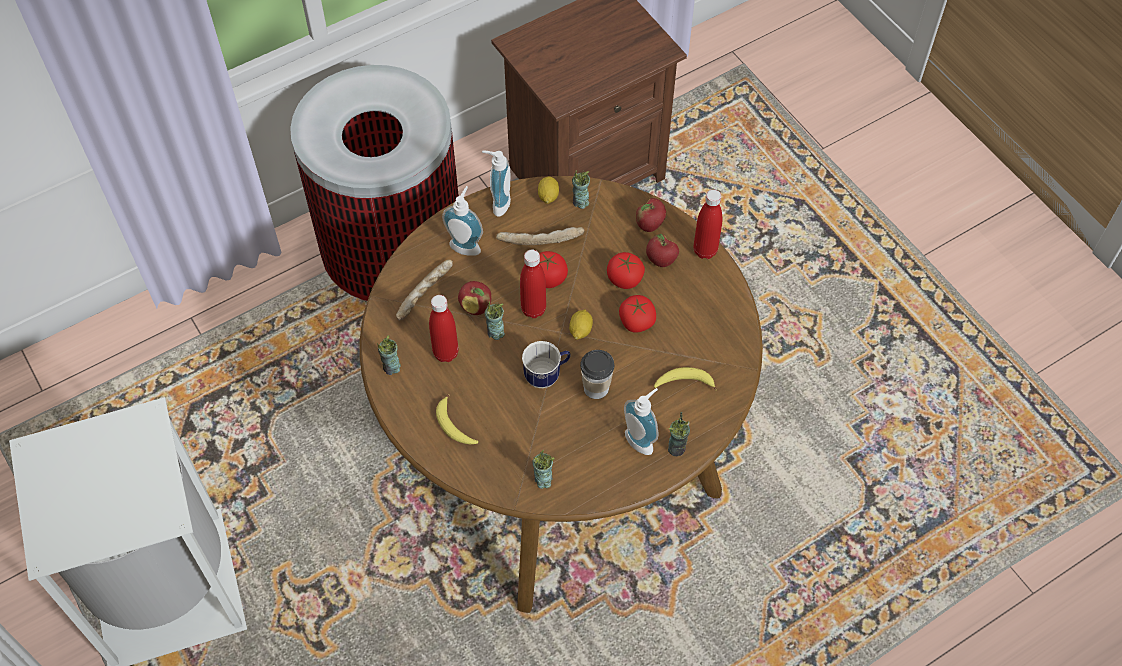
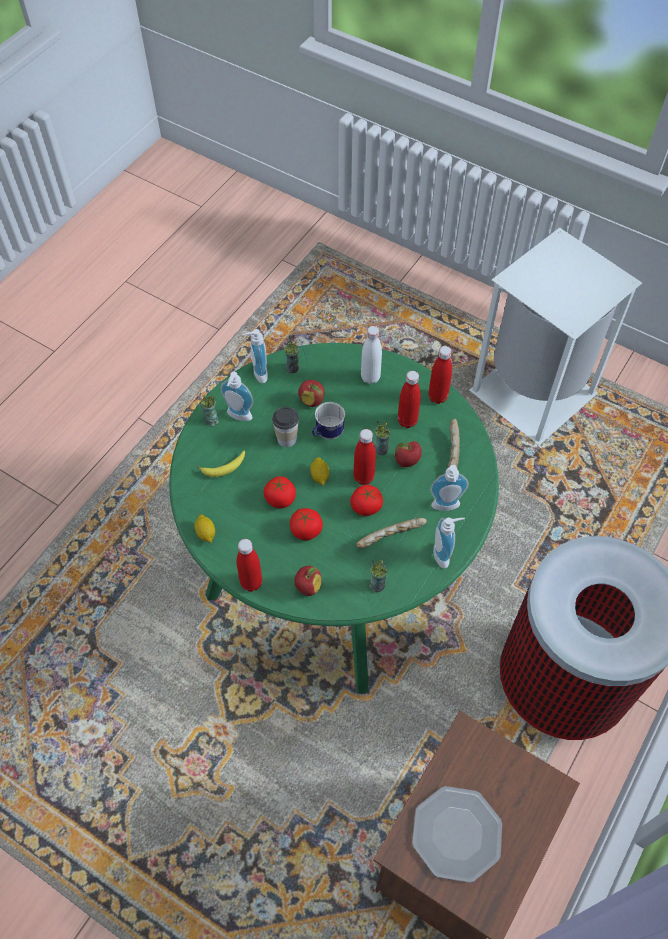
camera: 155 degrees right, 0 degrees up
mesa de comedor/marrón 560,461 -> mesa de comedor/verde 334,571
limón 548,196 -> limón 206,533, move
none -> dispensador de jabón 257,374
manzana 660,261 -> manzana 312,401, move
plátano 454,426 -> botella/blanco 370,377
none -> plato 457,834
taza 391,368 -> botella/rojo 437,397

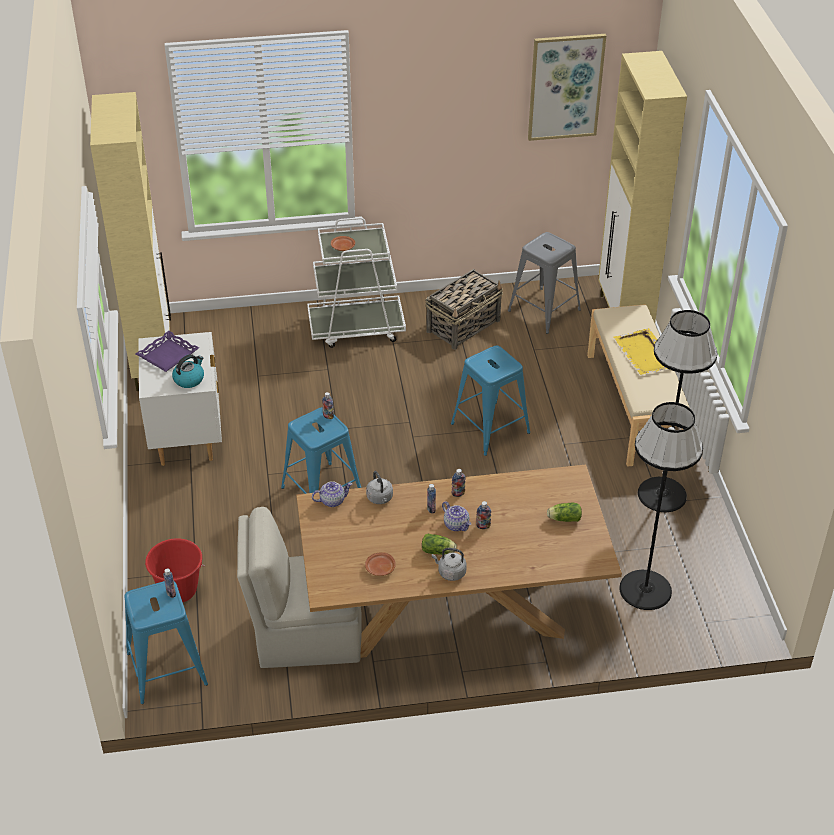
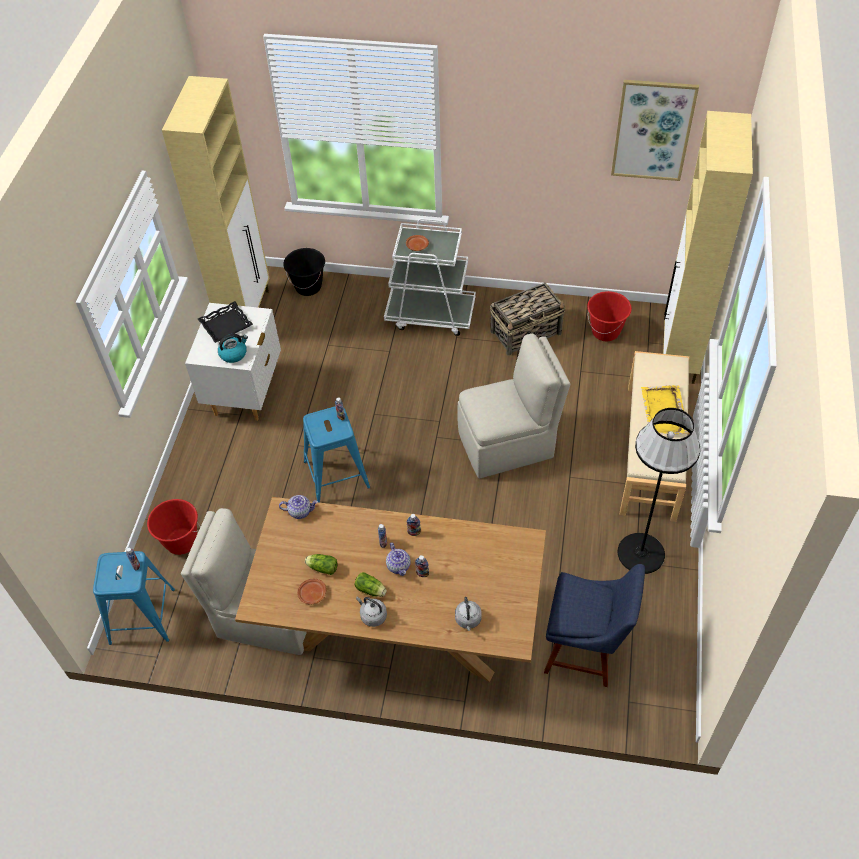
camera: 20 degrees right, 10 degrees up
bandeja/morado 168,355 -> bandeja/negro 226,325
none -> cubo/negro 308,287
lechuga 563,518 -> lechuga 321,567, move
hervidor/gris 380,498 -> hervidor/gris 468,620, move
taburete/azul 490,428 -> silla/beis 508,444
lámpara de pie/negro 645,590 -> silla/azul 585,651
taburete/gris 543,310 -> cubo/rojo 605,332

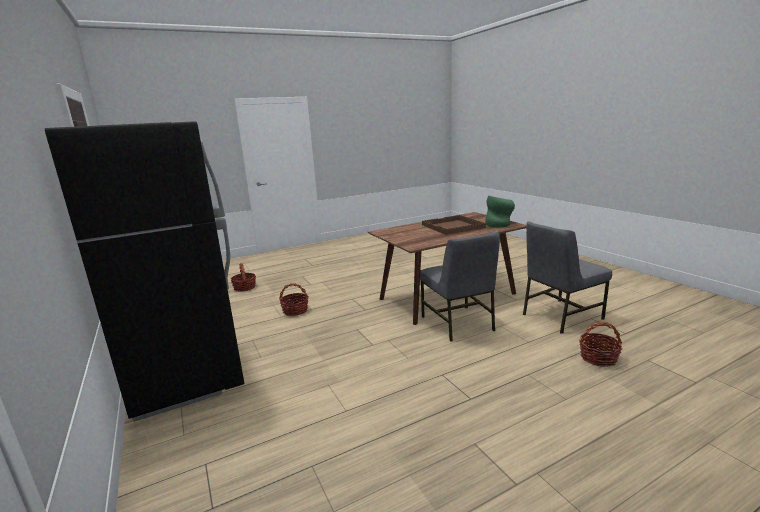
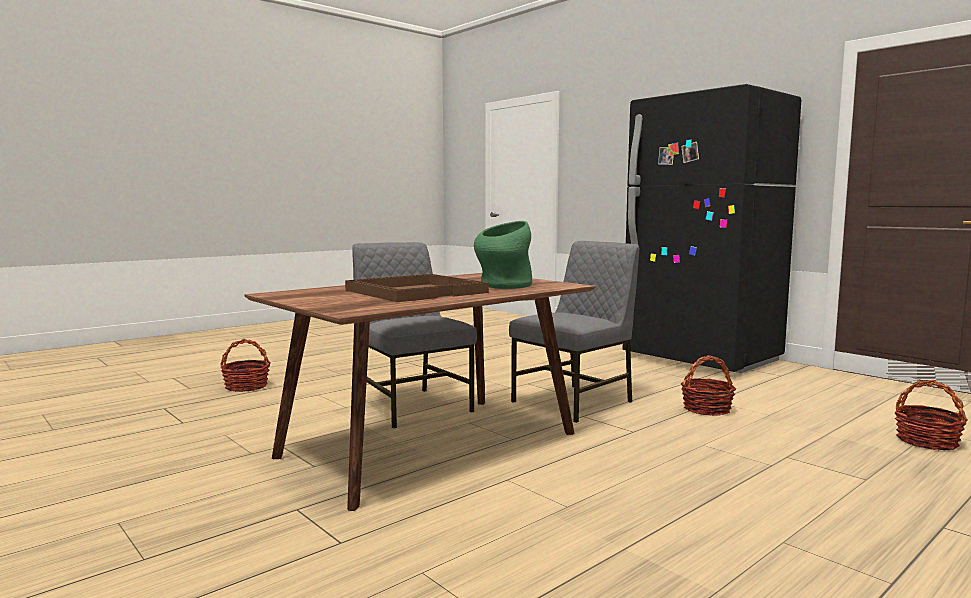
camera: 165 degrees right, 10 degrees down
florero/verde 499,224 -> florero/verde 502,286, move
silla/gris 560,316 -> silla/gris 575,402, move

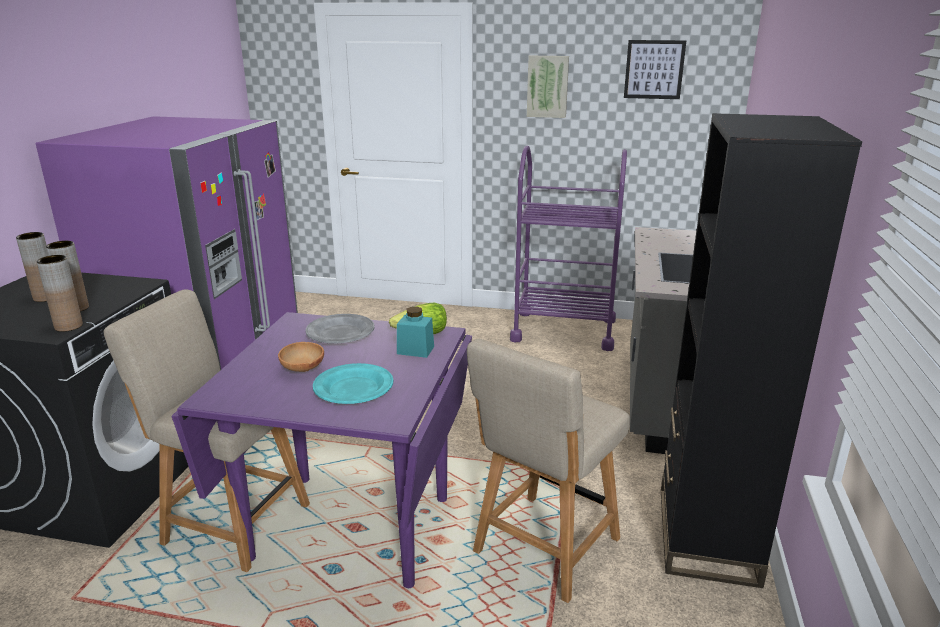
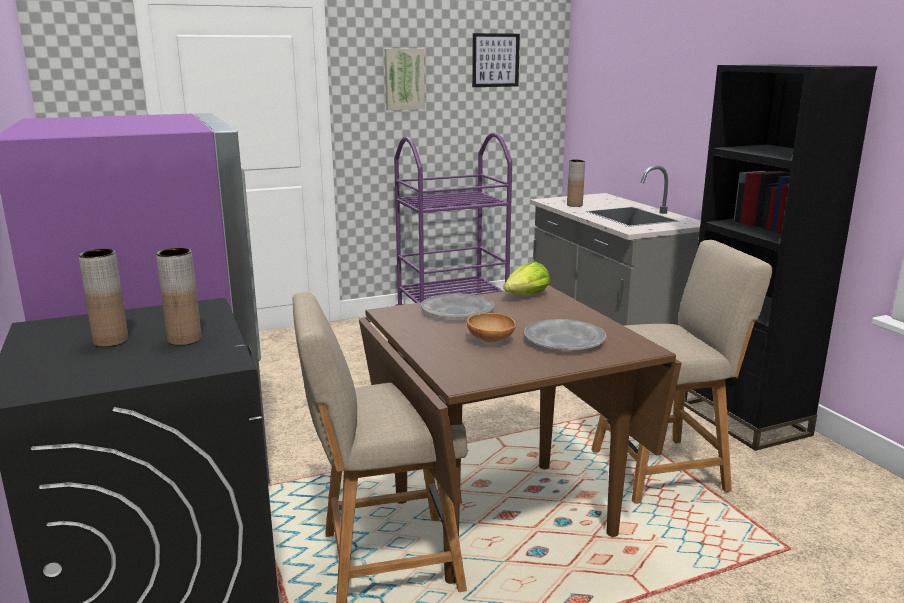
camera: 35 degrees left, 5 degrees down
mesa de comedor/morado 351,529 -> mesa de comedor/marrón 504,519
plato/turquesa 353,388 -> plato/gris 565,340
florero/marrón 68,326 -> florero/marrón 574,205, move
silla/beis 543,549 -> silla/beis 664,469, 105 degrees counterclockwise
tarro/turquesa 415,350 -> none

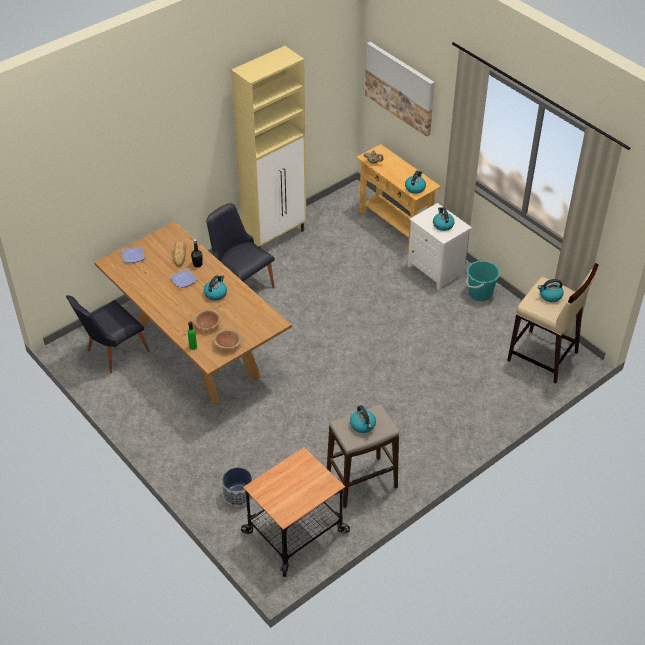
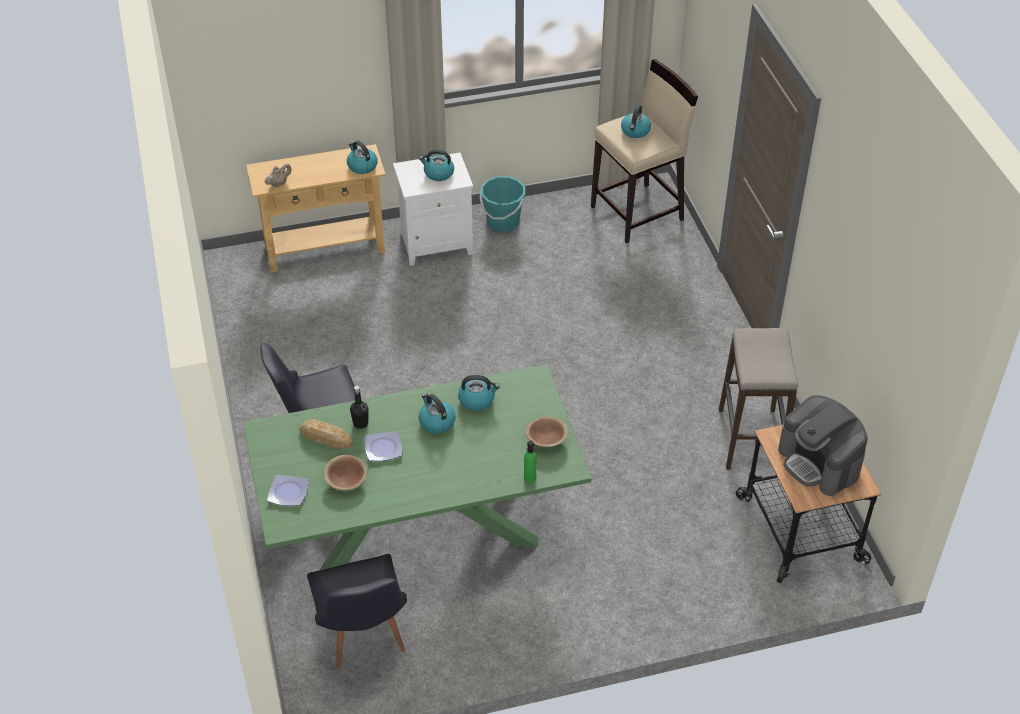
camera: 65 degrees left, 0 degrees up
mesa de comedor/marrón 197,348 -> mesa de comedor/verde 420,530
cuenco/marrón 207,324 -> cuenco/marrón 346,480, move
hervidor 363,425 -> hervidor 477,400, move
none -> cafetera 819,462
maceta 238,495 -> none
armario/beis 275,236 -> none
cuadro 400,88 -> none

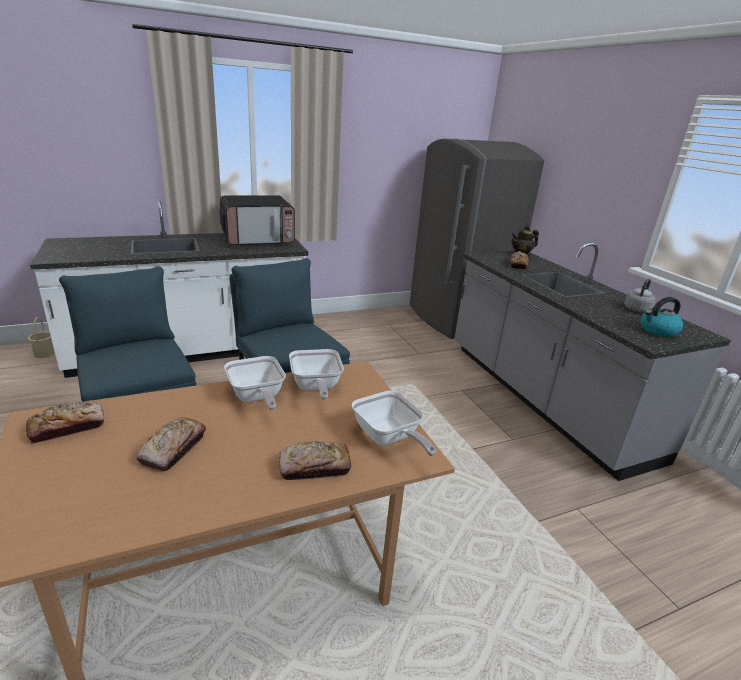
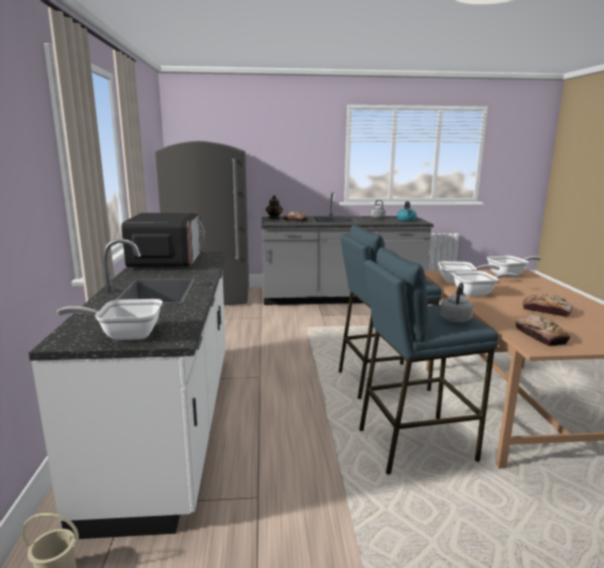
camera: 70 degrees left, 10 degrees down
none -> sartén 125,335
none -> hervidor/gris 456,319
pan 314,467 -> none

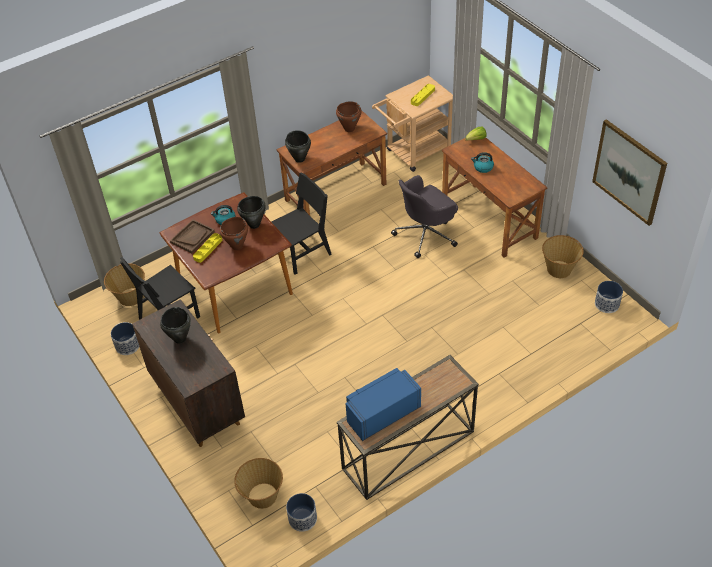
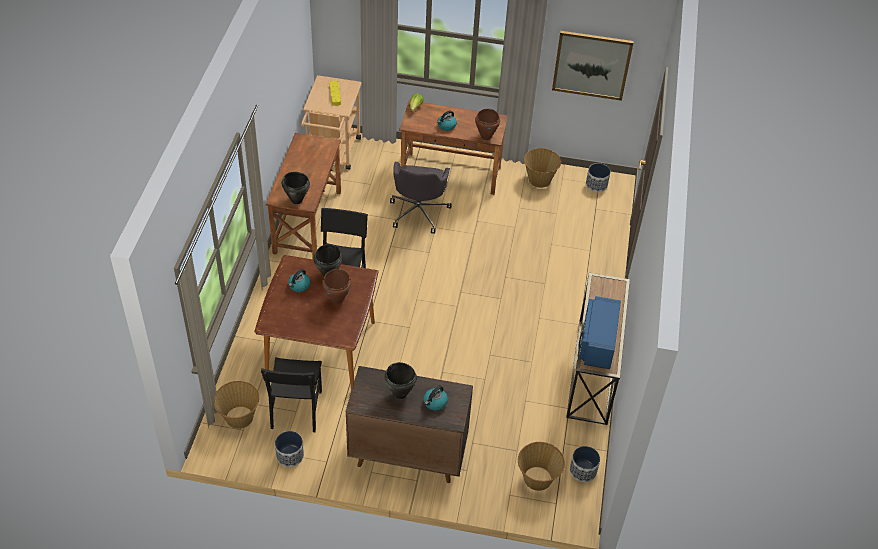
camera: 50 degrees left, 0 degrees up
none -> hervidor 435,403
olla/marrón 349,129 -> olla/marrón 485,137, move
bandeja/marrón 192,237 -> none
bandeja/amarillo 208,249 -> none

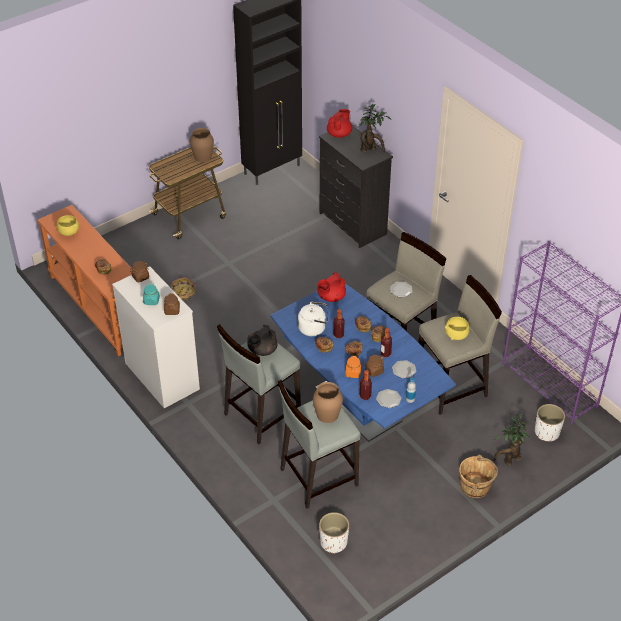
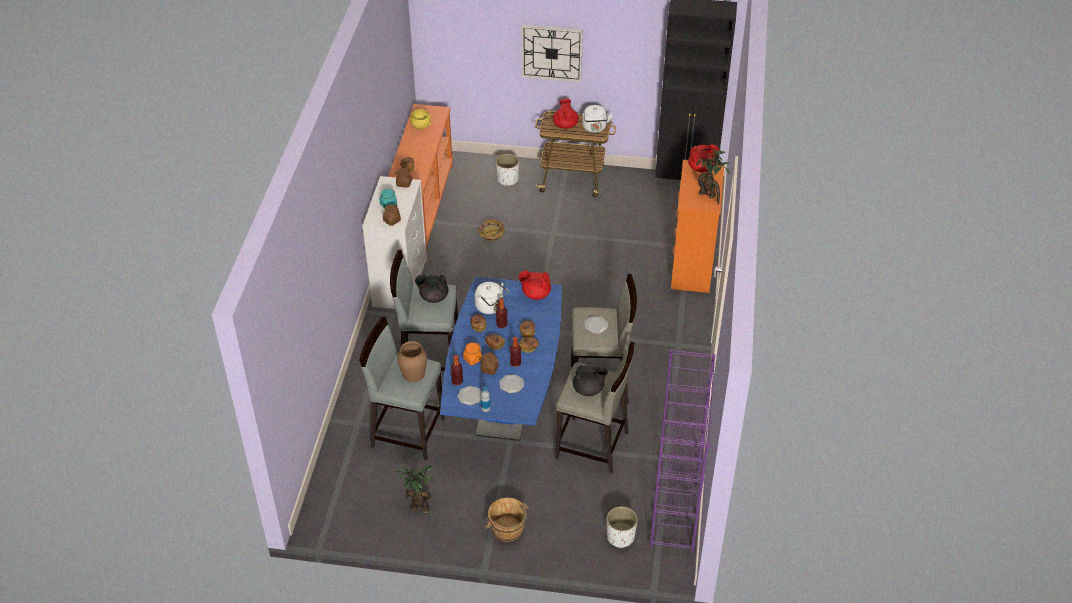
camera: 45 degrees right, 0 degrees up
planta en maceta 509,460 -> planta en maceta 418,507, move
maceta/blanco 333,542 -> maceta/blanco 508,179, move
none -> reloj de pared 551,53
none -> tetera/rojo 565,125
cuenco/amarillo 457,335 -> tetera/negro 589,389
florero/marrón 203,157 -> hervidor/blanco 595,128
cómoda/negro 352,224 -> cómoda/naranja 691,266

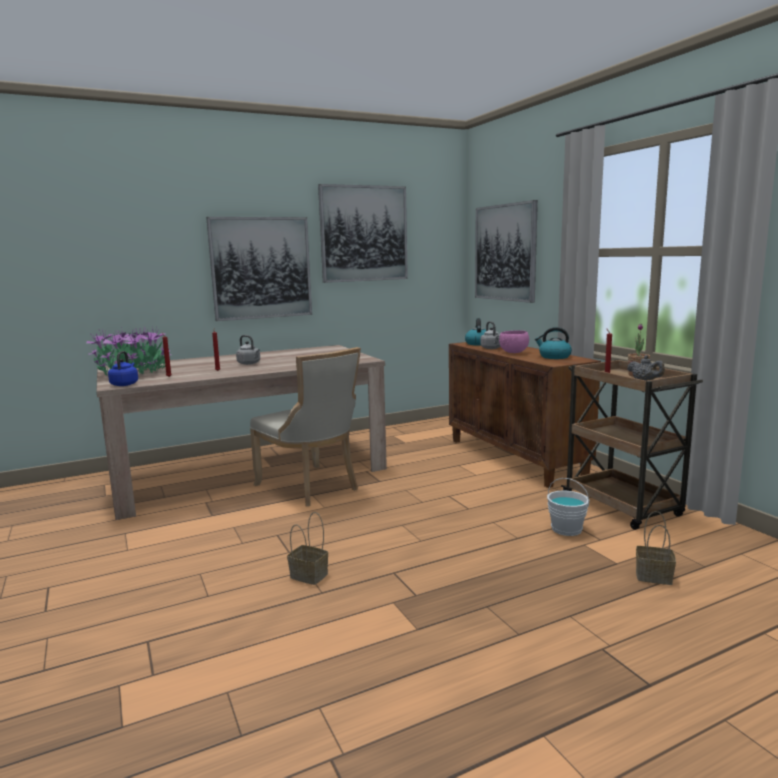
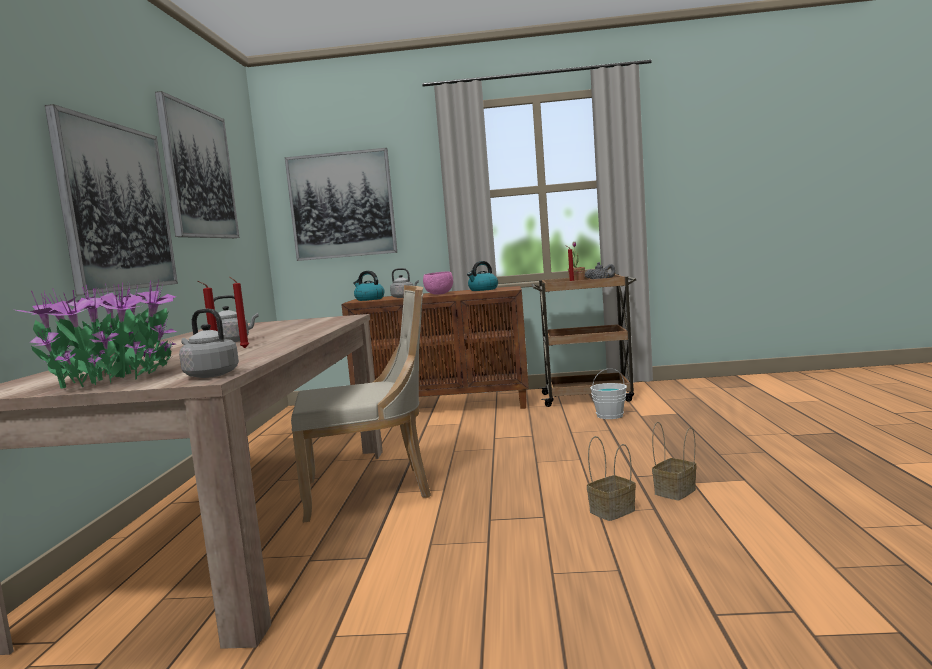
camera: 60 degrees left, 5 degrees down
hervidor/azul 125,384 -> hervidor/gris 209,375
cesta 652,576 -> cesta 675,492, move

